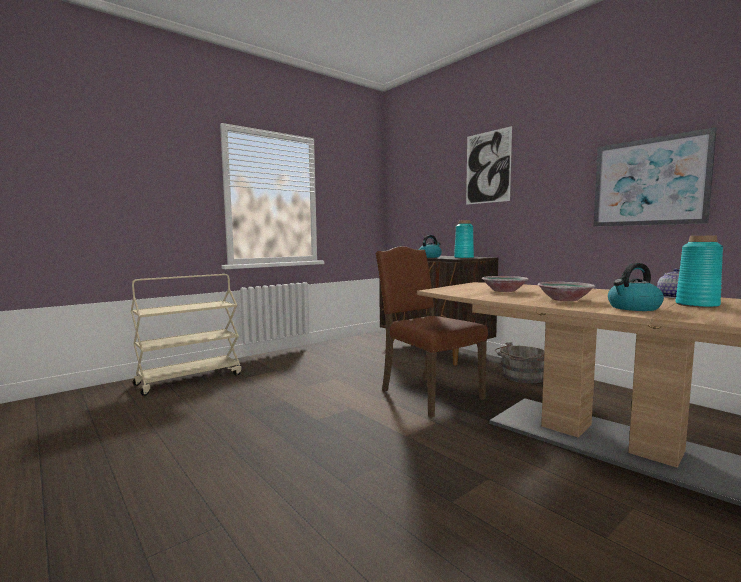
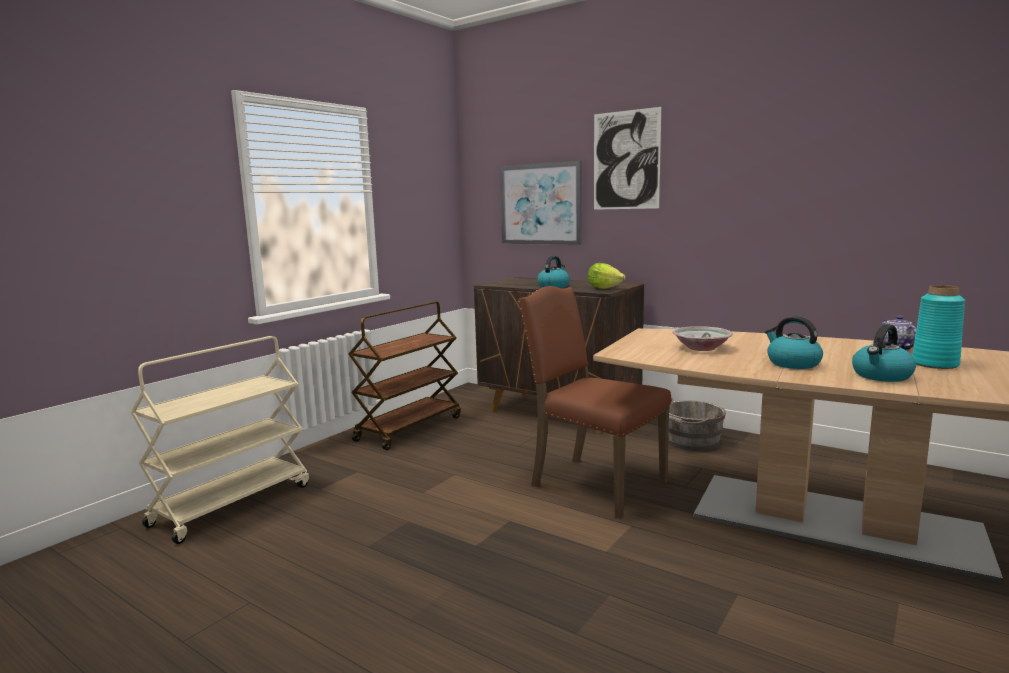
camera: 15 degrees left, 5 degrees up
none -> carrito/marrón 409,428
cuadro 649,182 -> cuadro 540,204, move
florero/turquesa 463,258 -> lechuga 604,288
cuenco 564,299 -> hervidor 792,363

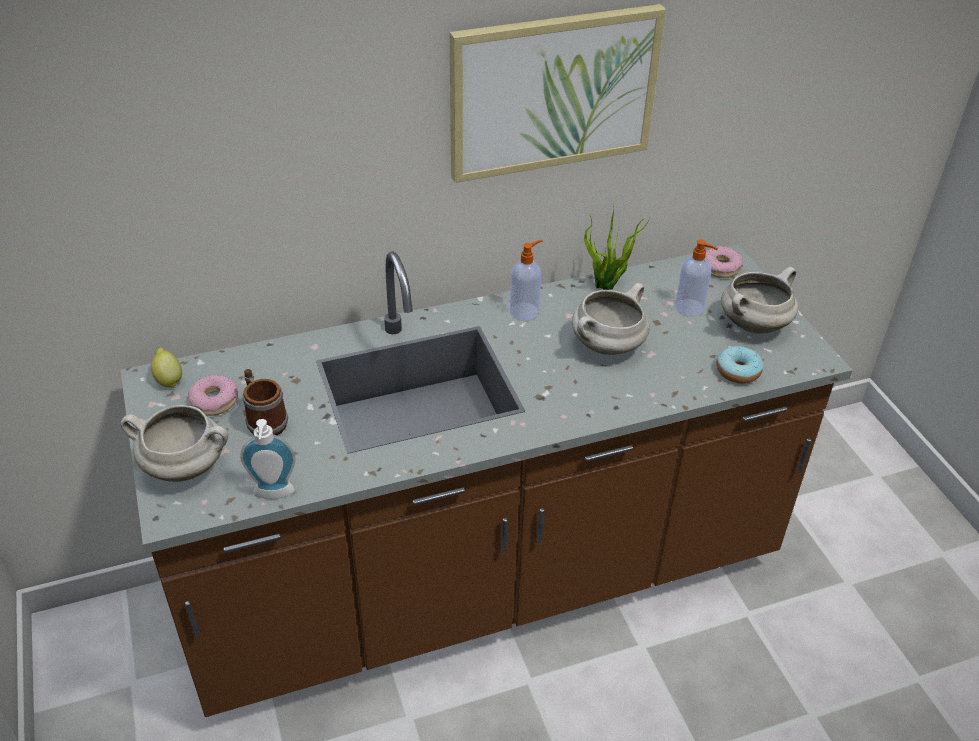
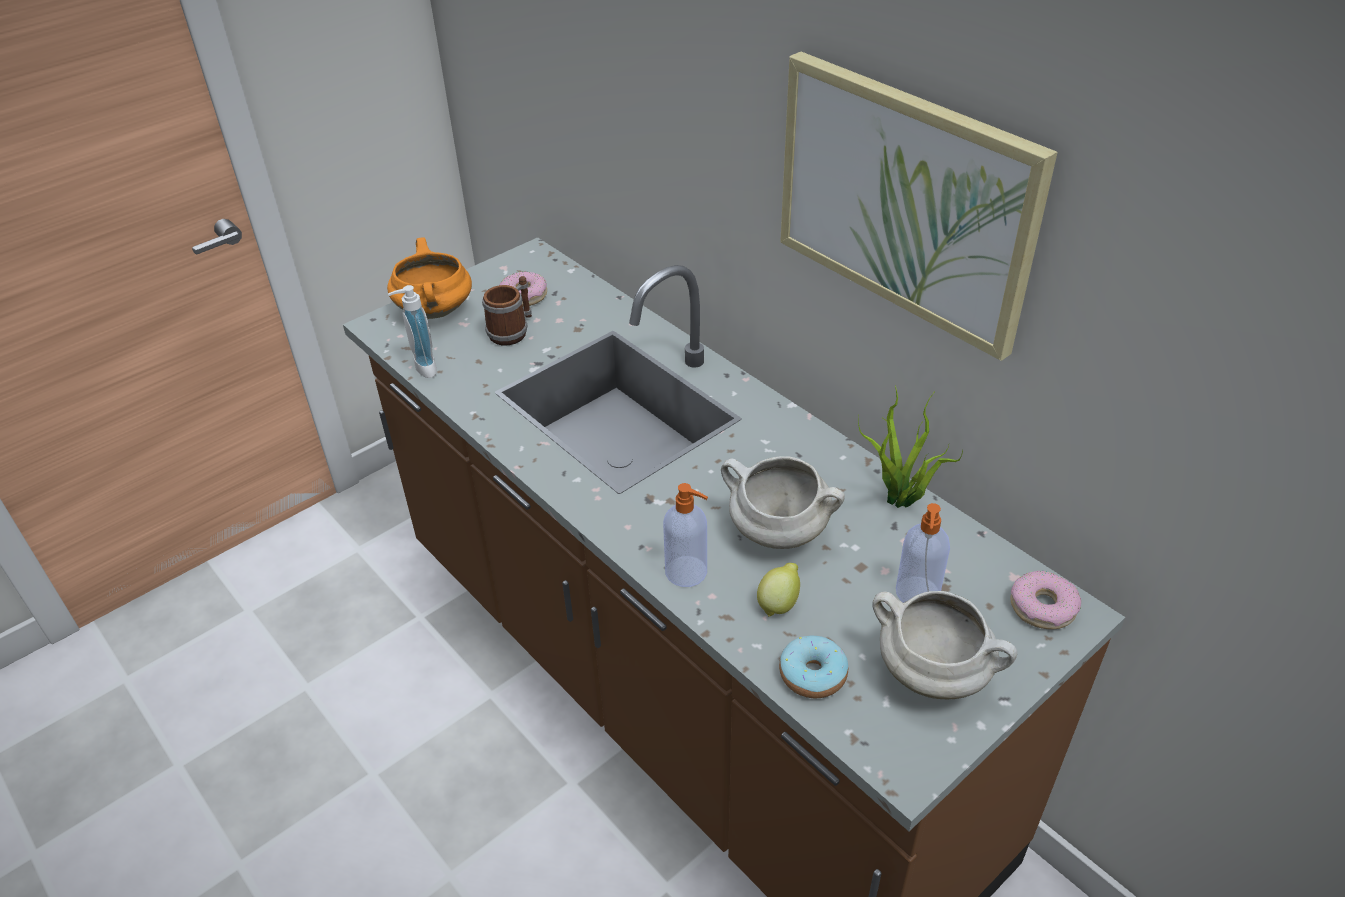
camera: 70 degrees right, 0 degrees up
olla/blanco 186,467 -> olla/naranja 436,312
dispensador de jabón 525,311 -> dispensador de jabón 687,572, move
limón 169,380 -> limón 779,603, move

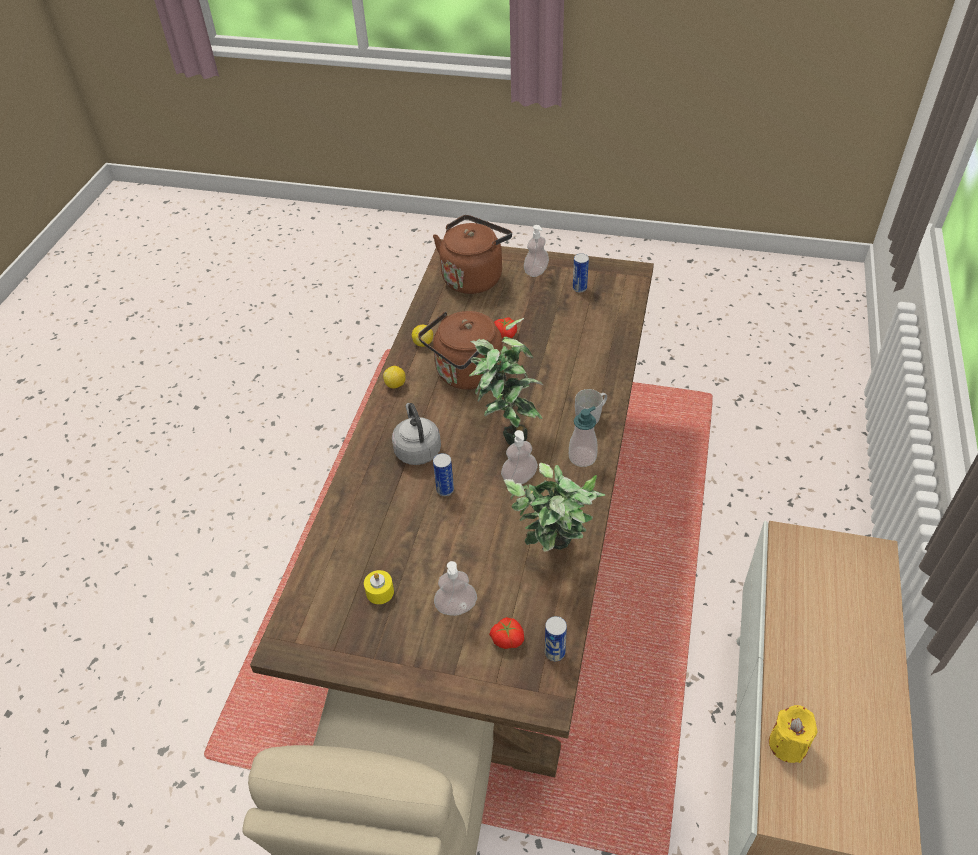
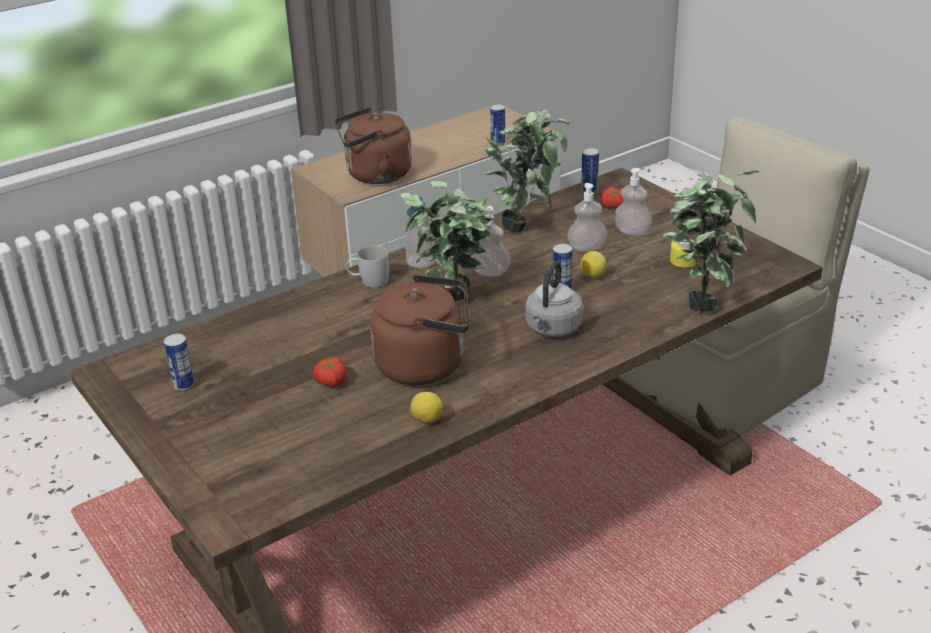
camera: 140 degrees left, 15 degrees down
hervidor/marrón 474,277 -> hervidor/marrón 375,175, move
vela/amarillo 787,744 -> lata 498,143
dispensador de jabón 536,271 -> dispensador de jabón 586,248, move
limón 395,385 -> limón 593,275, move
none -> planta en maceta 702,300

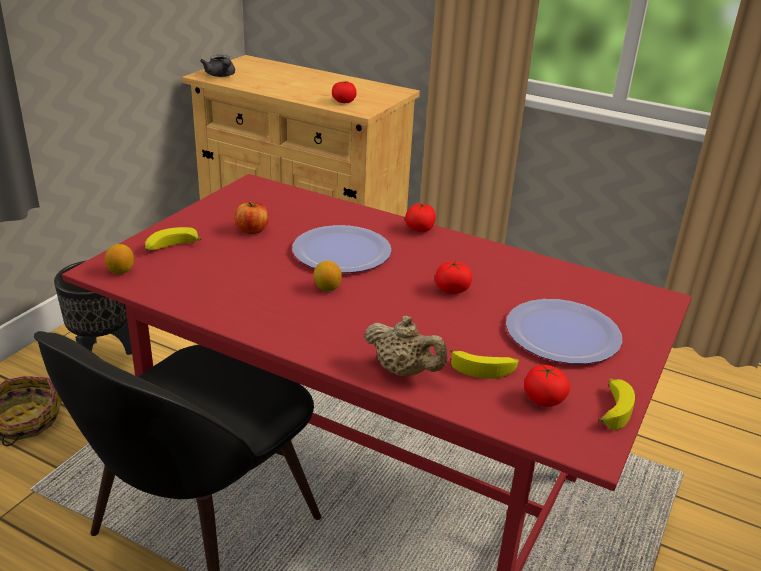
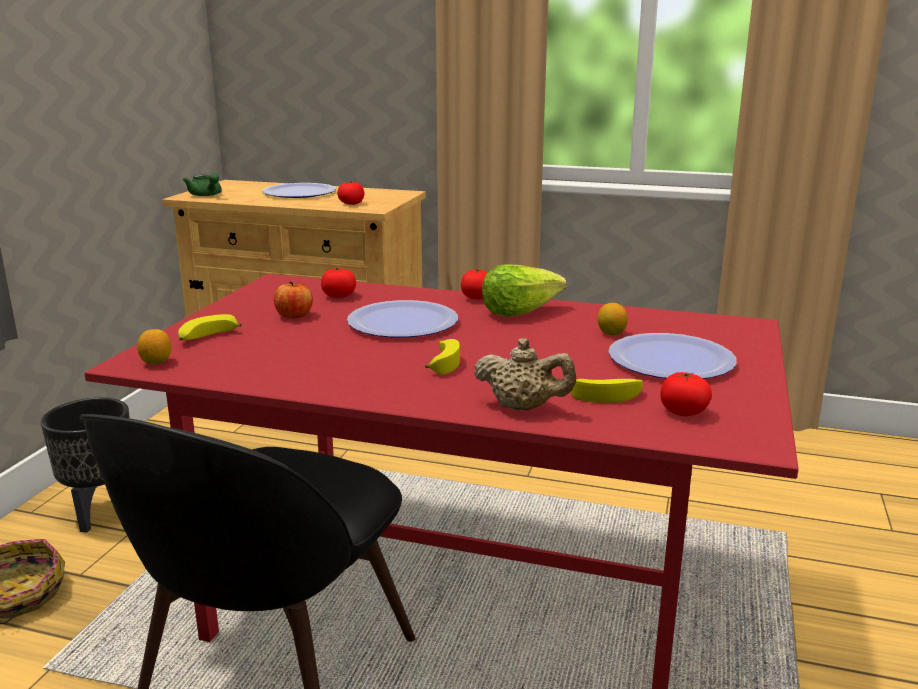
camera: 10 degrees left, 10 degrees down
tetera/gris 221,76 -> tetera/verde 206,195
none -> plato 299,193
tomate 452,290 -> tomate 339,296, move
plátano 612,408 -> plátano 442,362, move
none -> lechuga 519,311
limón 327,288 -> limón 611,333, move

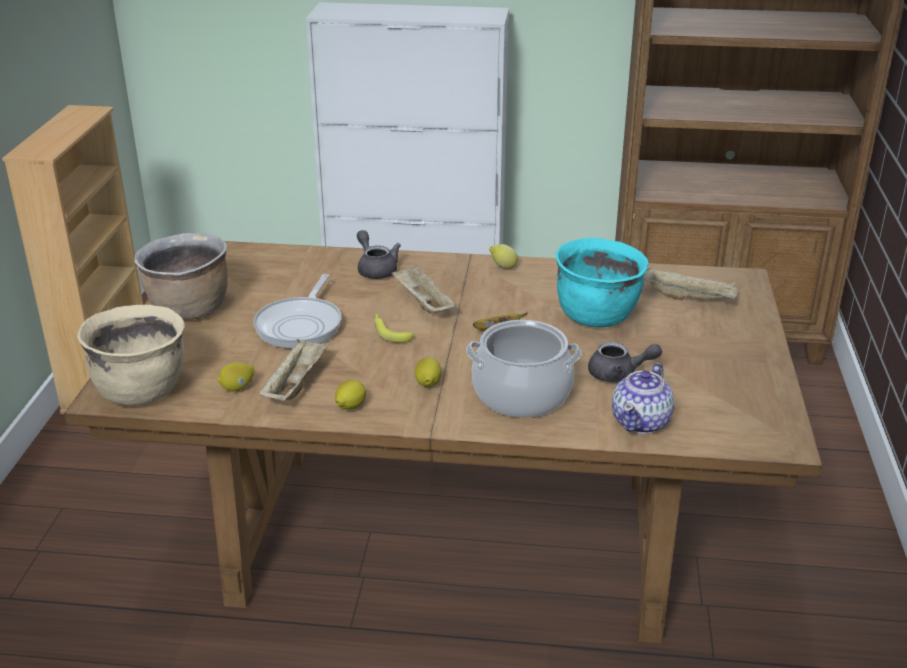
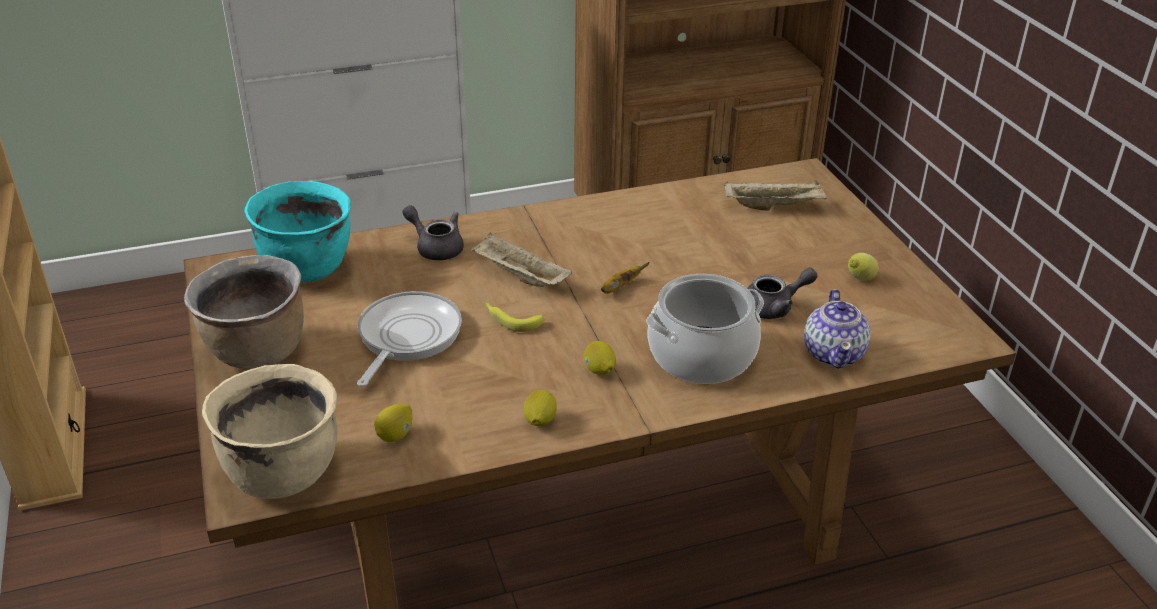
camera: 25 degrees left, 5 degrees up
olla/turquesa 597,316 -> olla/turquesa 307,268, move
sartén 301,325 -> sartén 406,337, 150 degrees counterclockwise
limón 503,267 -> limón 859,279, move
bandeja/beis 296,384 -> none

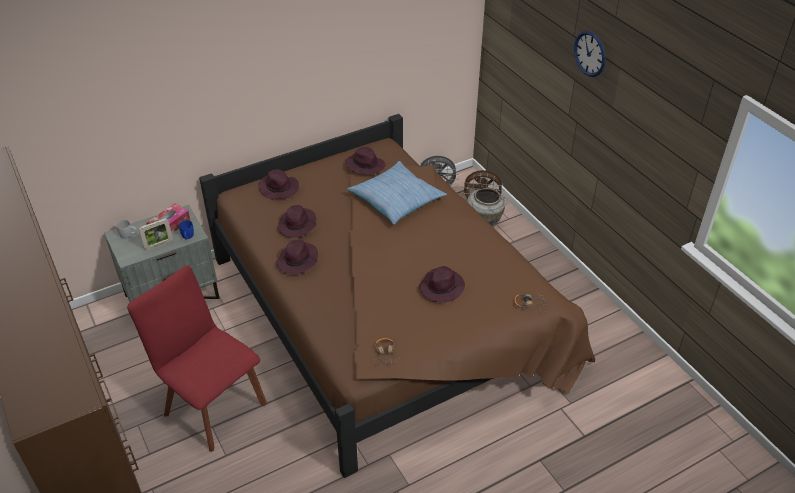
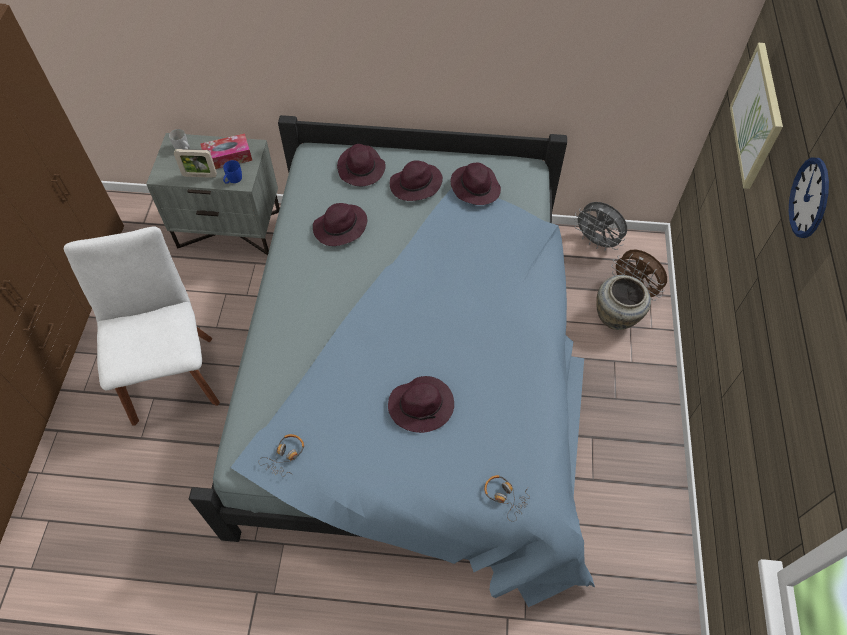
camera: 35 degrees right, 15 degrees up
silla/rojo 212,405 -> silla/blanco 171,374
cama/marrón 390,315 -> cama/azul 416,375
sombrero/morado 297,261 -> sombrero/morado 415,185, move
none -> cuadro 757,116
cojín 396,199 -> none

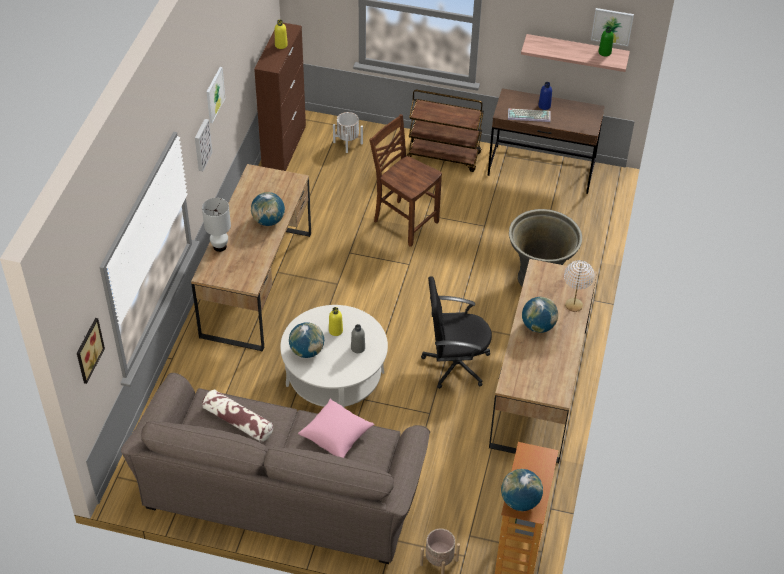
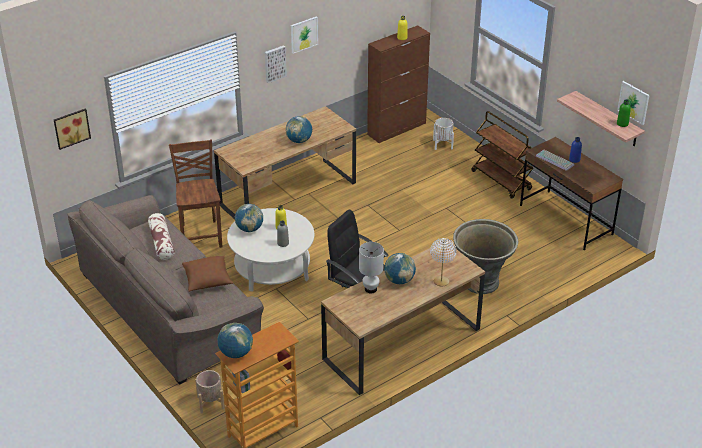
camera: 40 degrees right, 10 degrees down
silla/marrón 404,222 -> silla/marrón 201,235, move
cojín/rosa 336,436 -> cojín/marrón 208,280
lámpara de mesa/blanco 220,246 -> lámpara de mesa/blanco 371,289, move

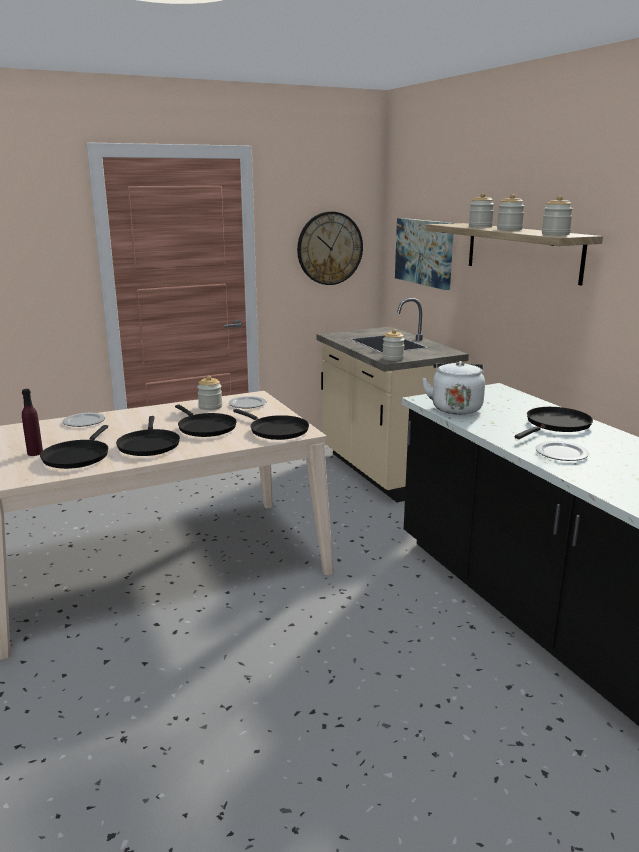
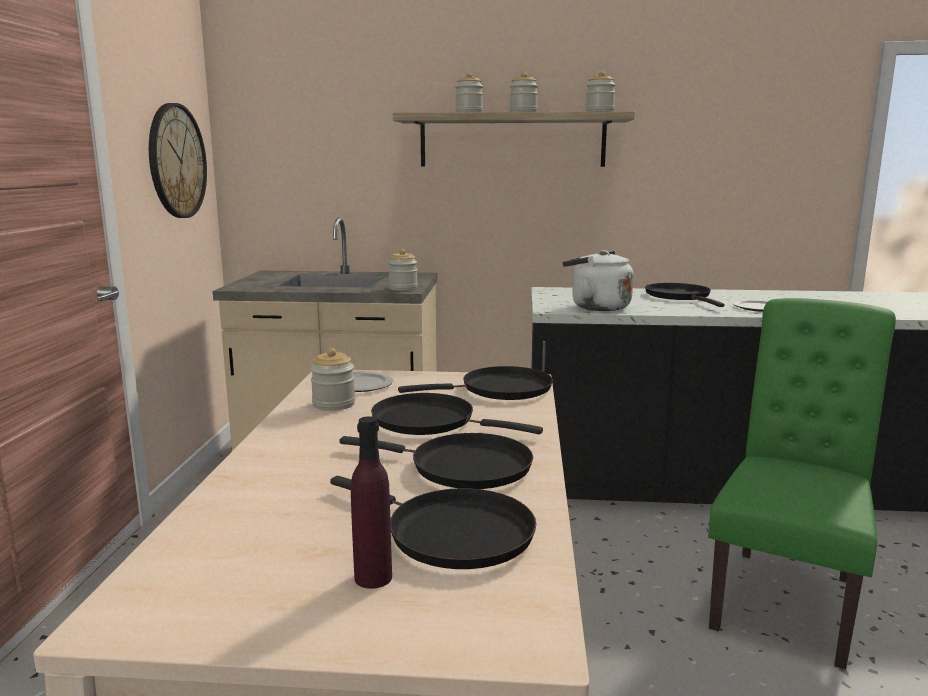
camera: 60 degrees left, 5 degrees down
sartén/negro 205,427 -> sartén/negro 430,421, 150 degrees counterclockwise
none -> silla/verde 786,596
plato 85,421 -> none
cuadro 424,252 -> none

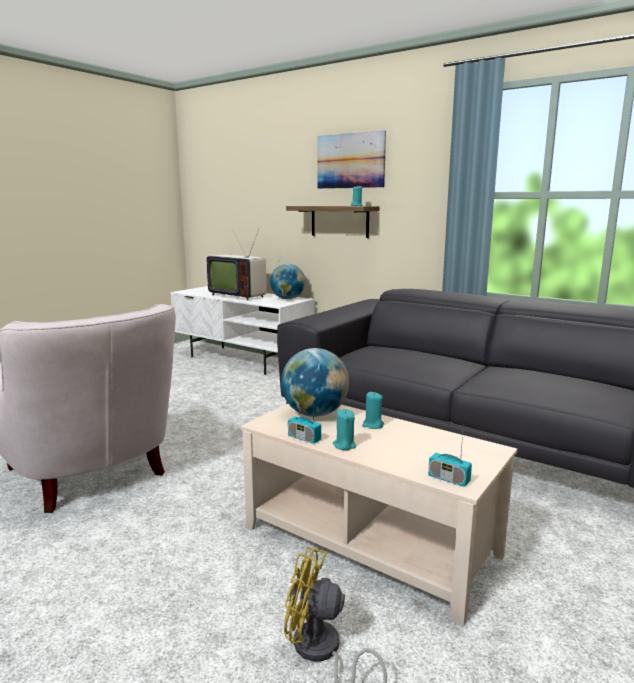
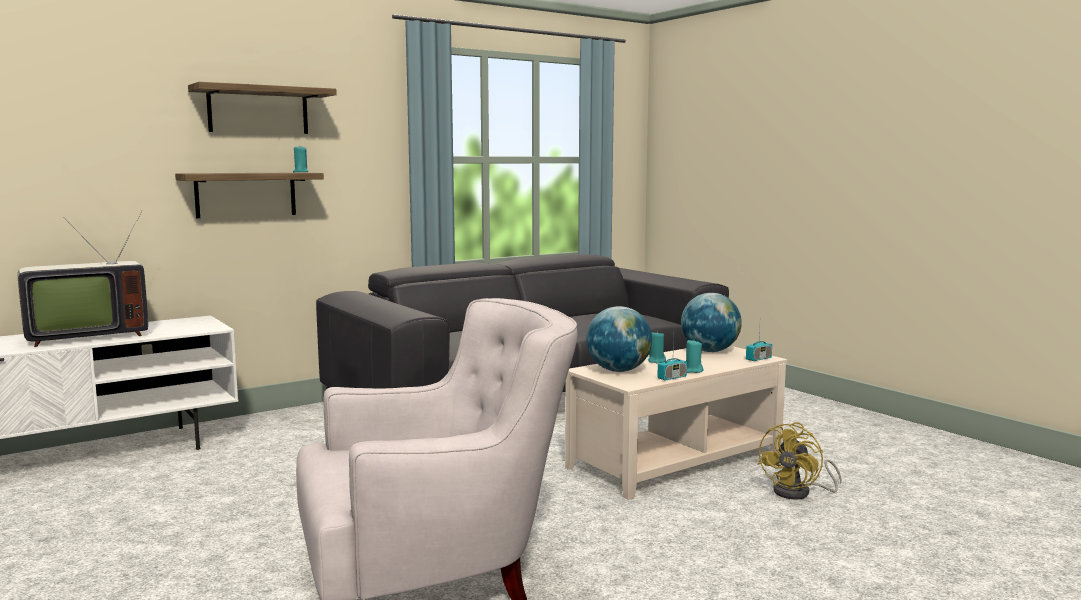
camera: 70 degrees left, 5 degrees down
cuadro 350,161 -> estante 258,110
globo terráqueo 288,299 -> globo terráqueo 710,351, move

